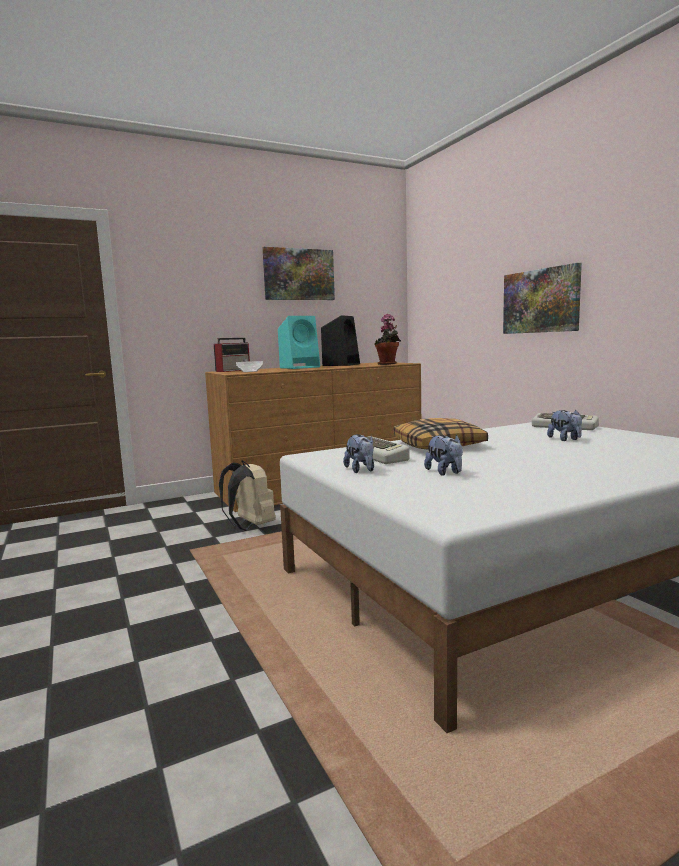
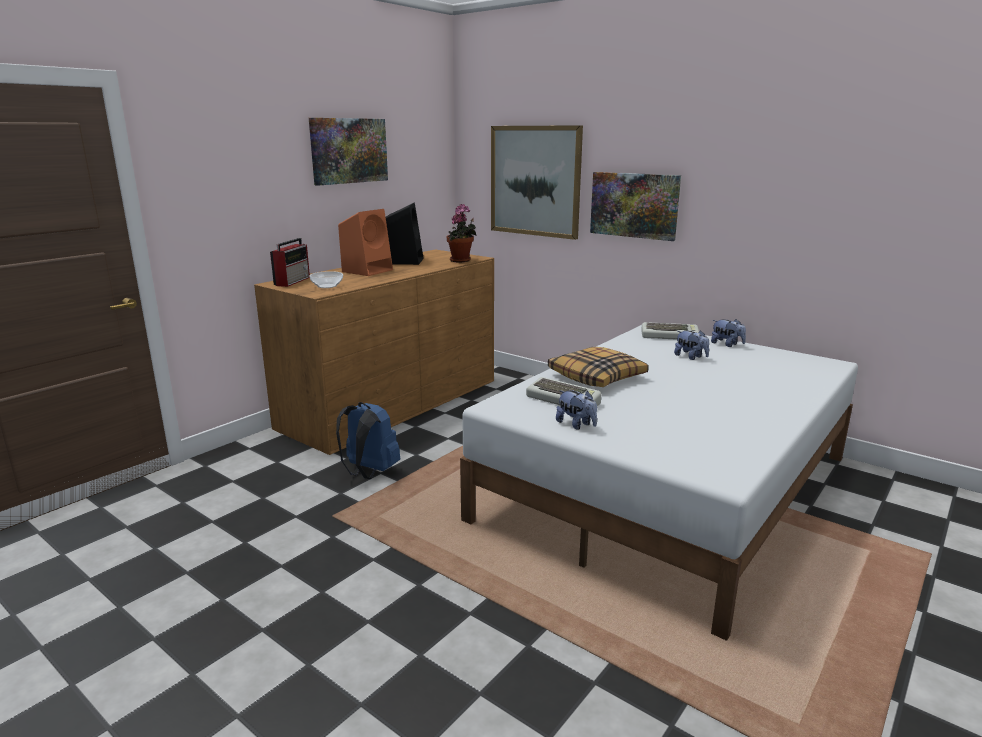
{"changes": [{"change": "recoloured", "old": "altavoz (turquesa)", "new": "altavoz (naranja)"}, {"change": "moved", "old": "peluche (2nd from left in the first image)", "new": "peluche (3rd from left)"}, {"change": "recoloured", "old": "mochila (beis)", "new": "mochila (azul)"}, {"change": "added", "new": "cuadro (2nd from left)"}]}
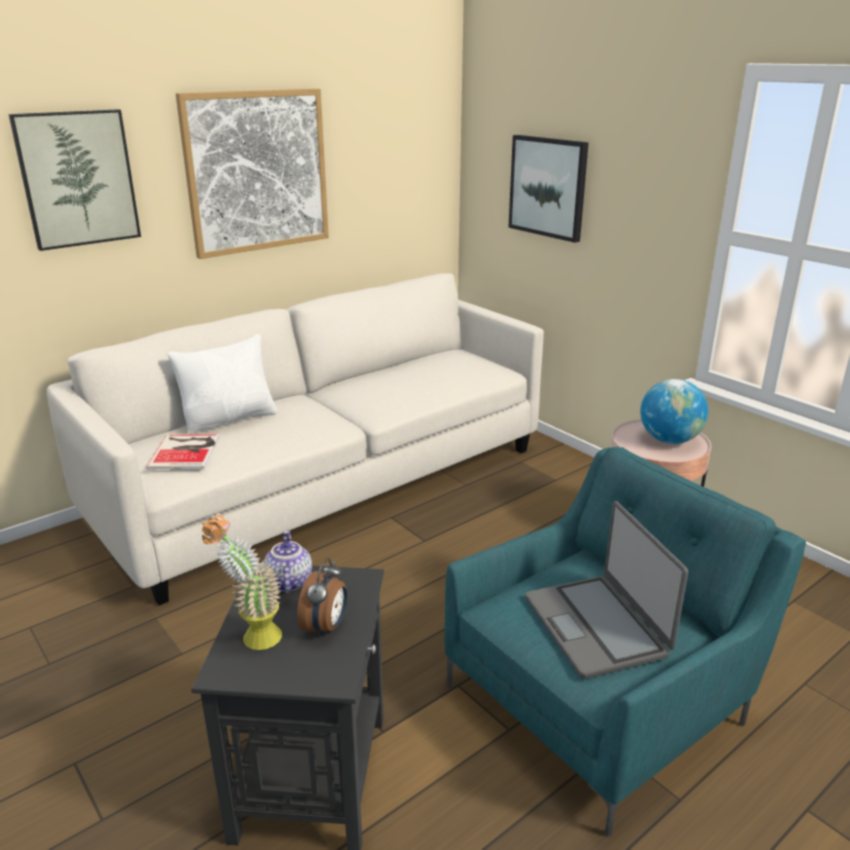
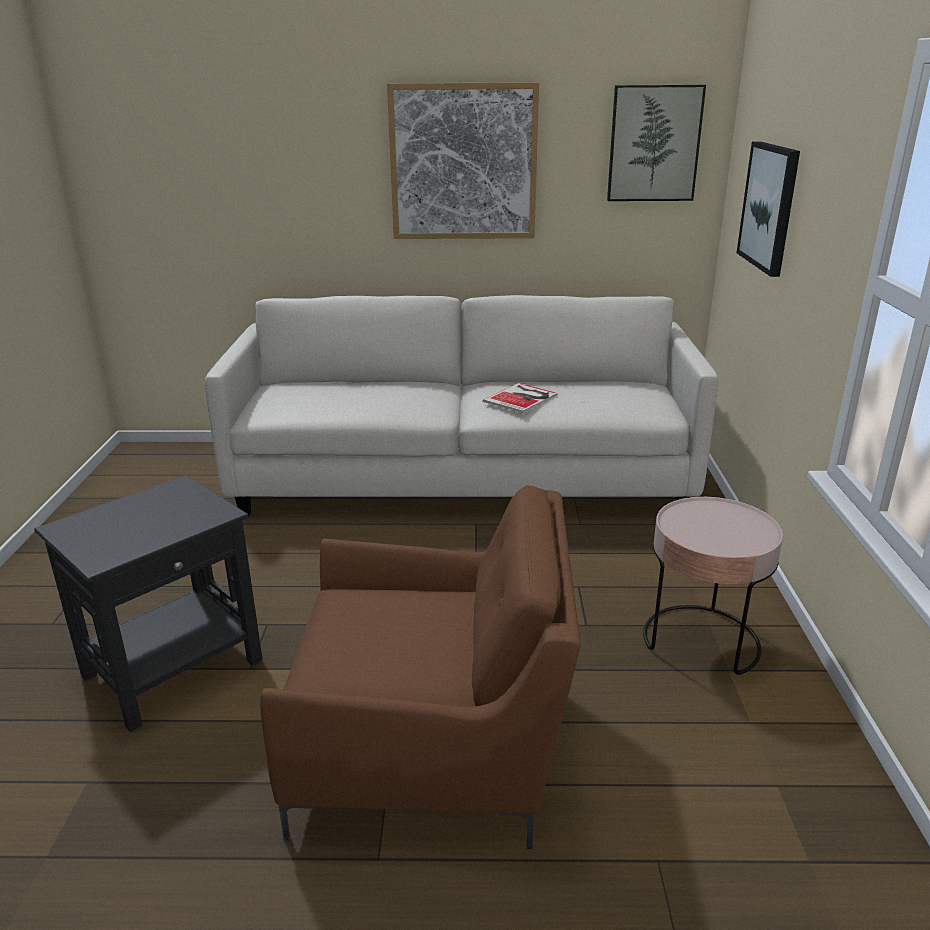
{"changes": [{"change": "moved", "old": "cuadro (1st from left in the first image)", "new": "cuadro (2nd from left)"}, {"change": "removed", "old": "cojín (blanco)"}, {"change": "removed", "old": "globo terráqueo"}, {"change": "moved", "old": "libro"}, {"change": "recoloured", "old": "sillón (turquesa)", "new": "sillón (marrón)"}, {"change": "removed", "old": "portátil"}, {"change": "removed", "old": "planta en maceta"}, {"change": "removed", "old": "tetera"}, {"change": "removed", "old": "despertador"}]}
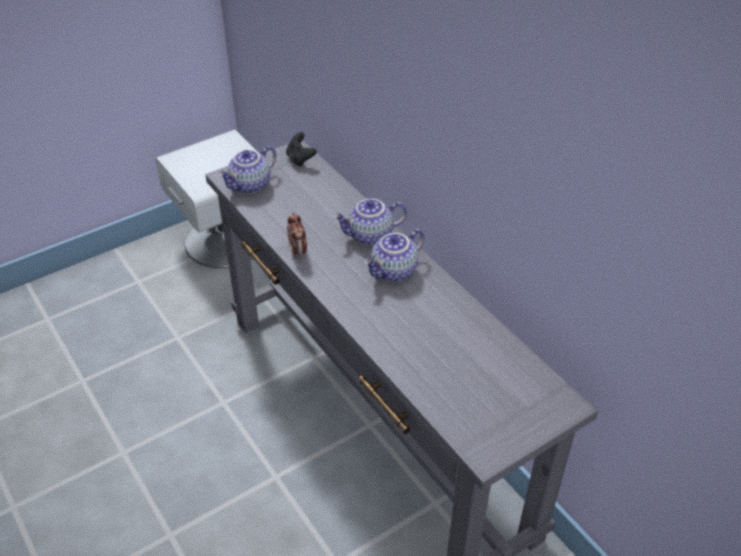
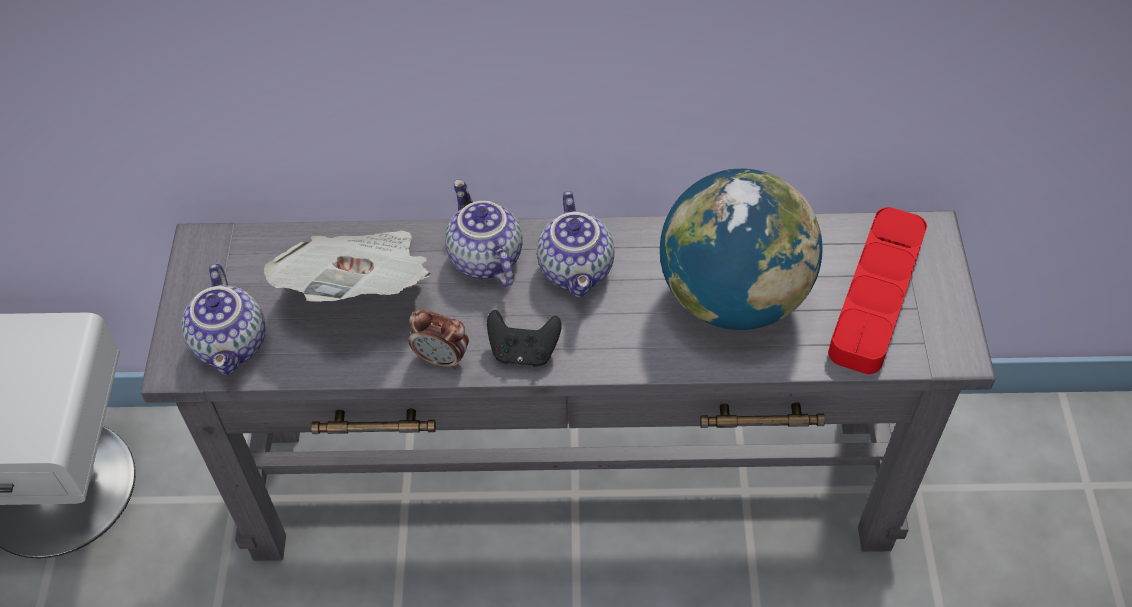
{"changes": [{"change": "moved", "old": "mando de consola (negro)"}, {"change": "turned", "old": "tetera (2nd from left)", "degrees": 135}, {"change": "added", "new": "globo terráqueo"}, {"change": "added", "new": "bandeja (rojo)"}, {"change": "added", "new": "periódico"}]}
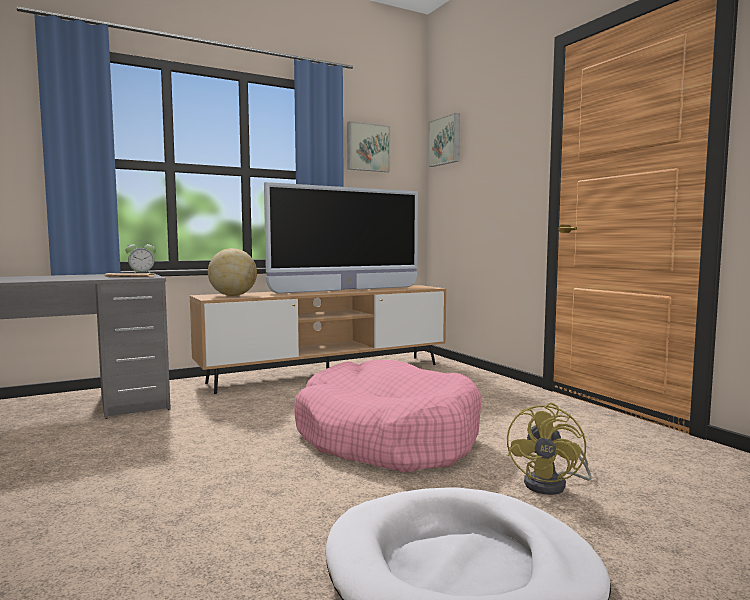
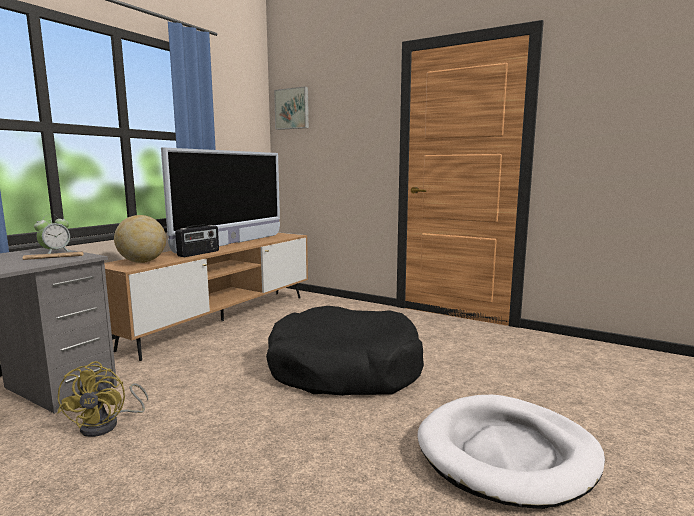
{"changes": [{"change": "removed", "old": "cuadro (1st from left)"}, {"change": "recoloured", "old": "cama para perro (rosa)", "new": "cama para perro (negro)"}, {"change": "moved", "old": "ventilador (amarillo)"}, {"change": "added", "new": "radio"}]}
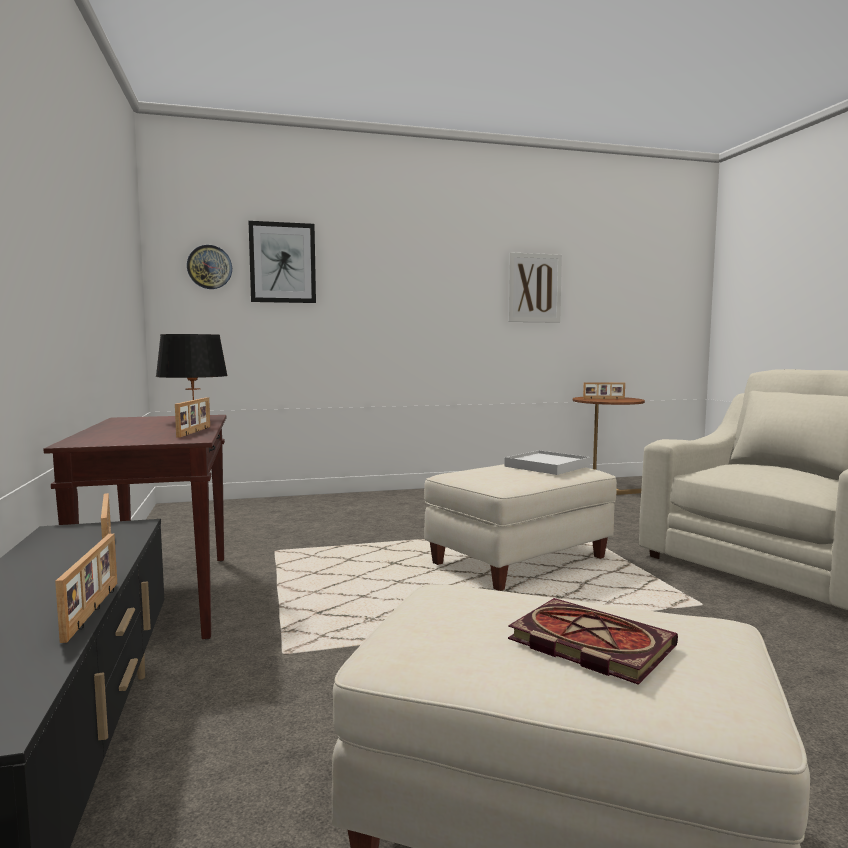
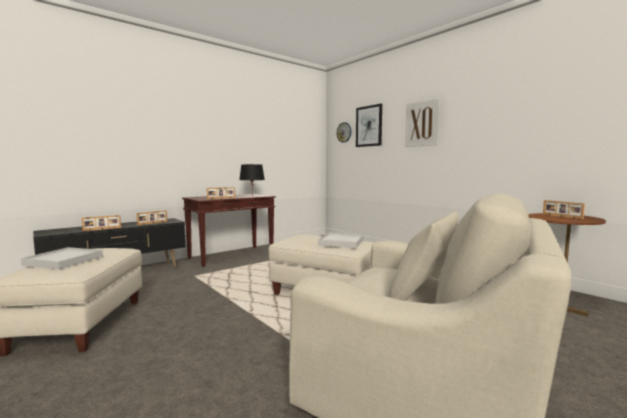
{"changes": [{"change": "moved", "old": "cuadro (2nd from left)"}, {"change": "replaced", "old": "libro", "new": "bandeja (blanco) (1st from left)"}]}
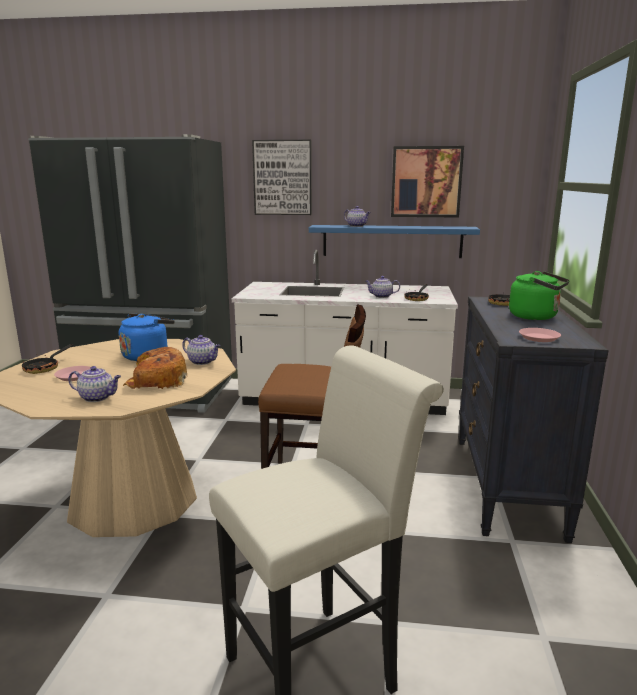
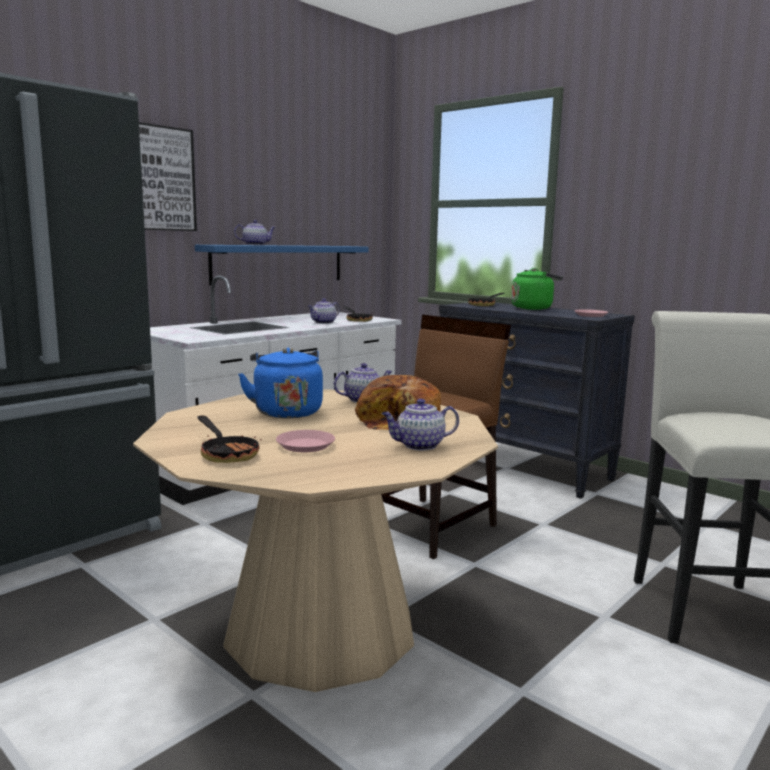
{"changes": [{"change": "removed", "old": "cuadro (2nd from left)"}, {"change": "turned", "old": "tetera (1st from left in the first image)", "degrees": -150}]}
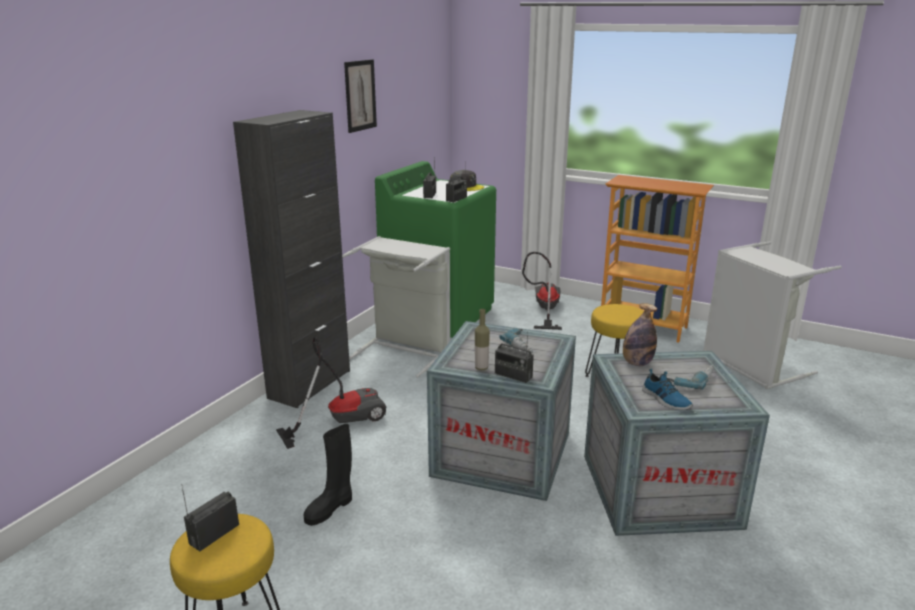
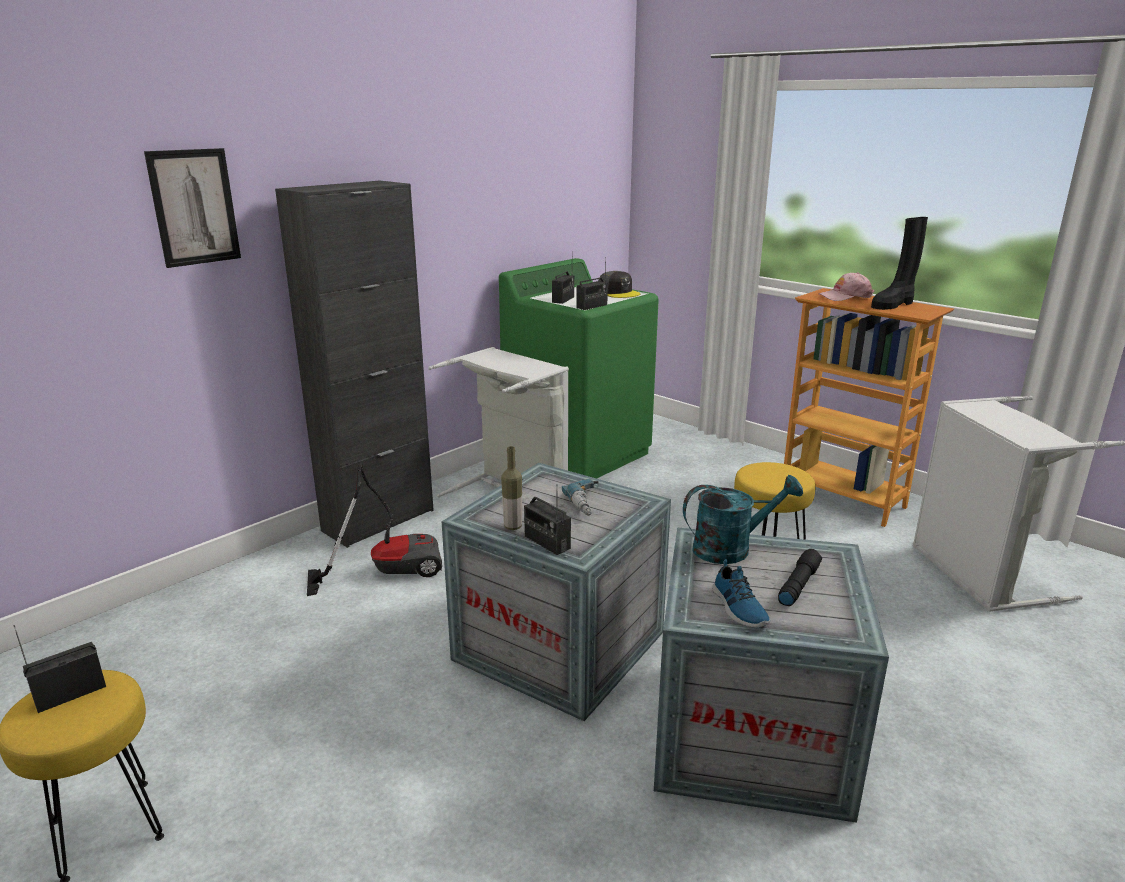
{"changes": [{"change": "moved", "old": "cuadro"}, {"change": "removed", "old": "aspiradora (2nd from left)"}, {"change": "replaced", "old": "botella (2nd from left)", "new": "regadera (turquesa)"}, {"change": "replaced", "old": "taladro (2nd from left)", "new": "linterna (negro)"}, {"change": "moved", "old": "bota (negro)"}, {"change": "added", "new": "gorra (rosa)"}]}
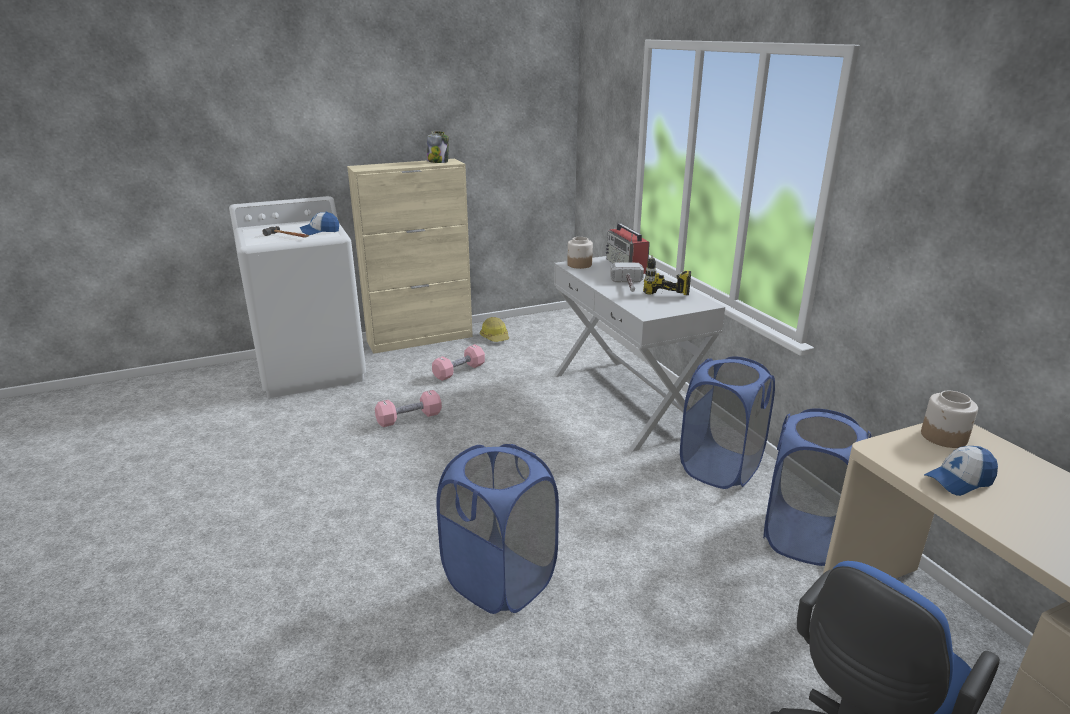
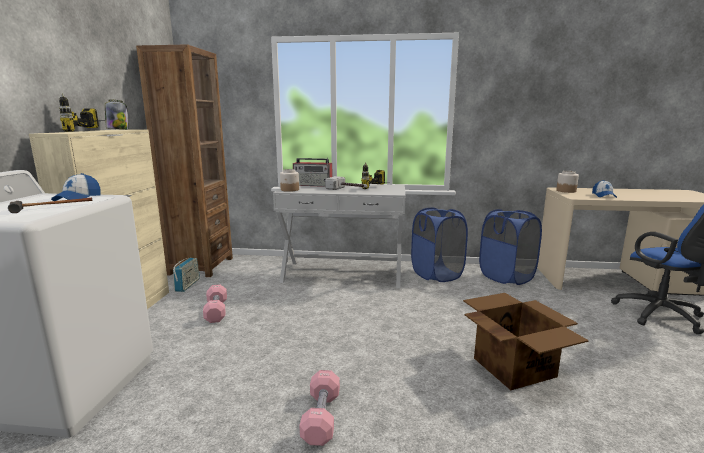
{"changes": [{"change": "replaced", "old": "casco", "new": "radio (1st from left)"}, {"change": "moved", "old": "mancuerna (rosa) (1st from left in the first image)", "new": "mancuerna (rosa) (2nd from left)"}, {"change": "replaced", "old": "cesto de la ropa (azul) (1st from left)", "new": "caja de cartón"}, {"change": "added", "new": "estantería (marrón)"}, {"change": "added", "new": "taladro (1st from left)"}]}
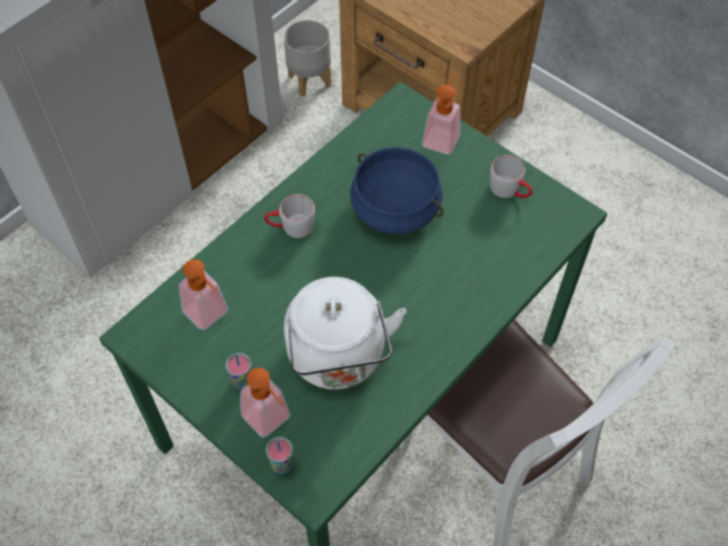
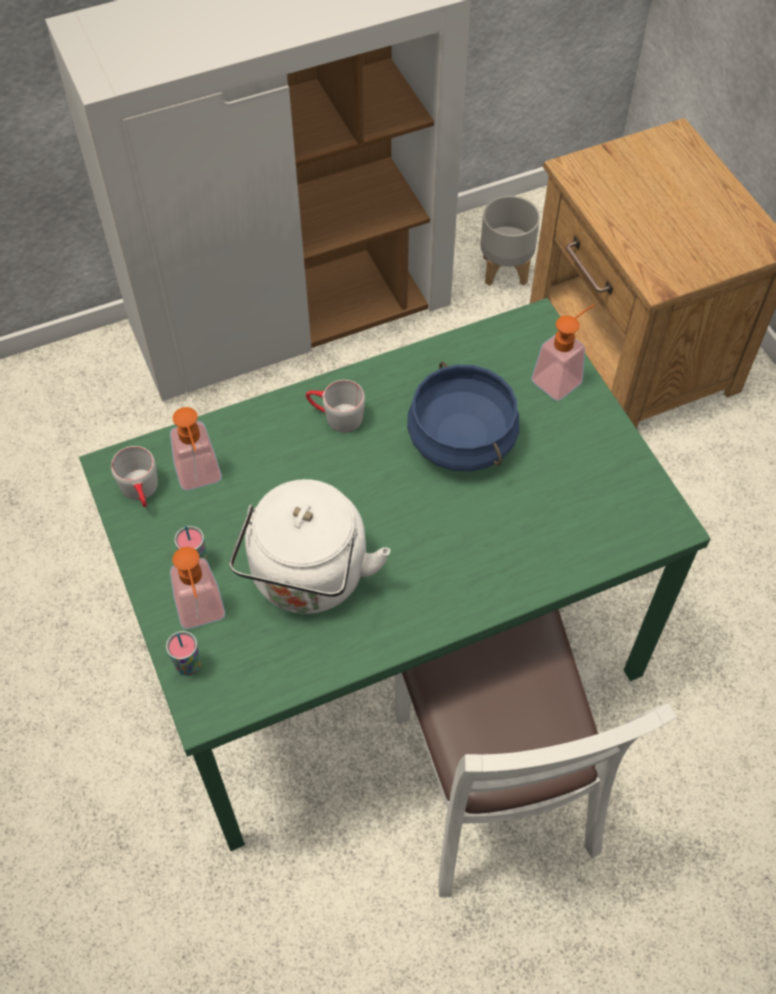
{"changes": [{"change": "moved", "old": "taza grande (gris) (2nd from left in the first image)", "new": "taza grande (gris) (1st from left)"}]}
